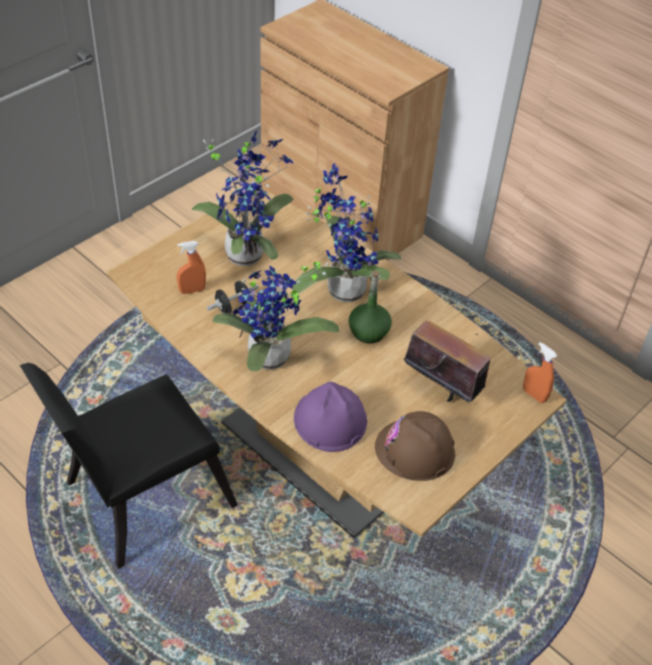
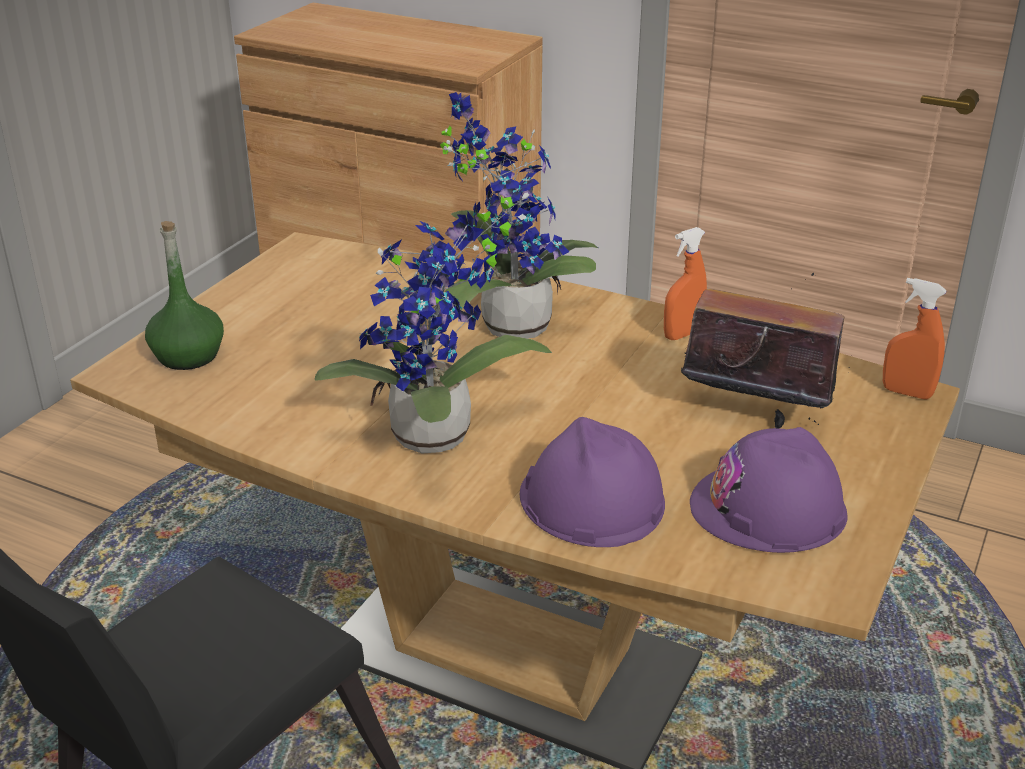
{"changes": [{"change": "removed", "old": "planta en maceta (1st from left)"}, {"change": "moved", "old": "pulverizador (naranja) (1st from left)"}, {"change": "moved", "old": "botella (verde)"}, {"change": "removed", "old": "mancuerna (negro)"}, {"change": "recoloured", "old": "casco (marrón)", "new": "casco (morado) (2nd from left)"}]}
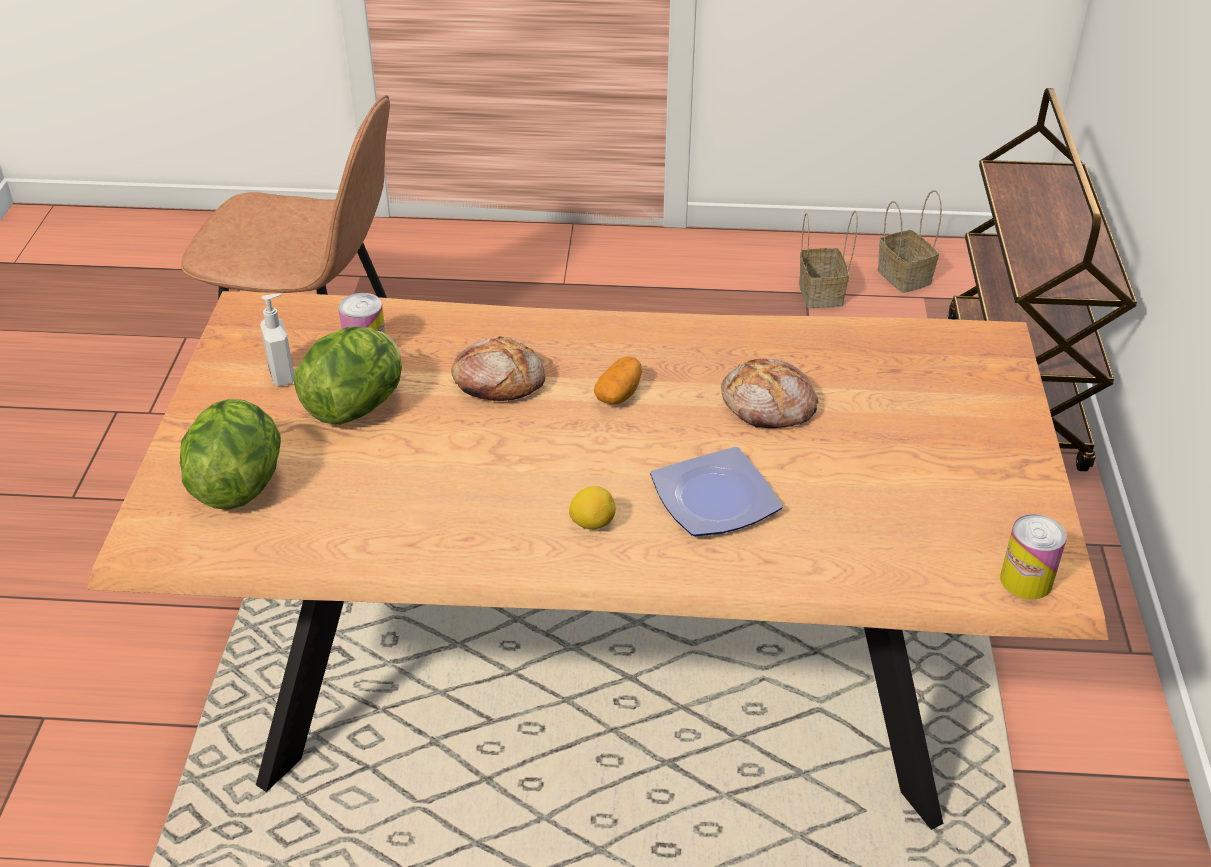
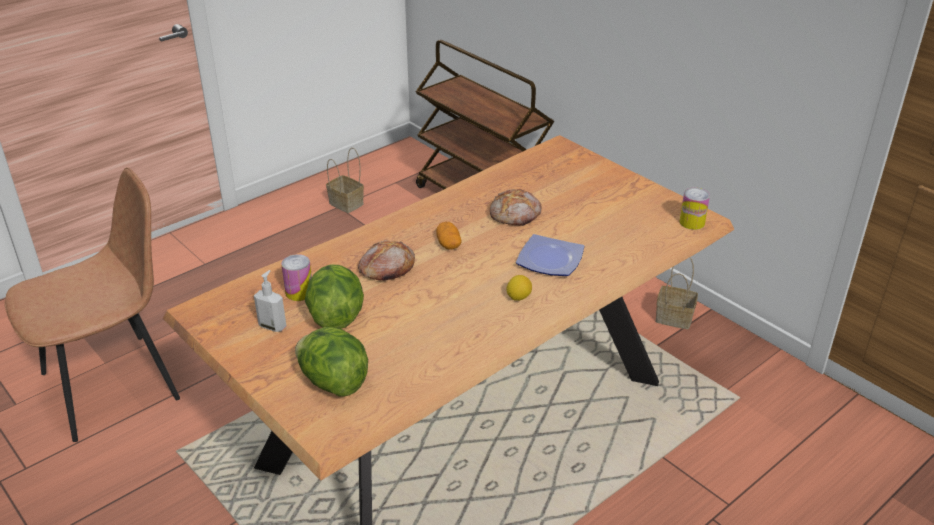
{"changes": [{"change": "moved", "old": "cesta (2nd from left)"}]}
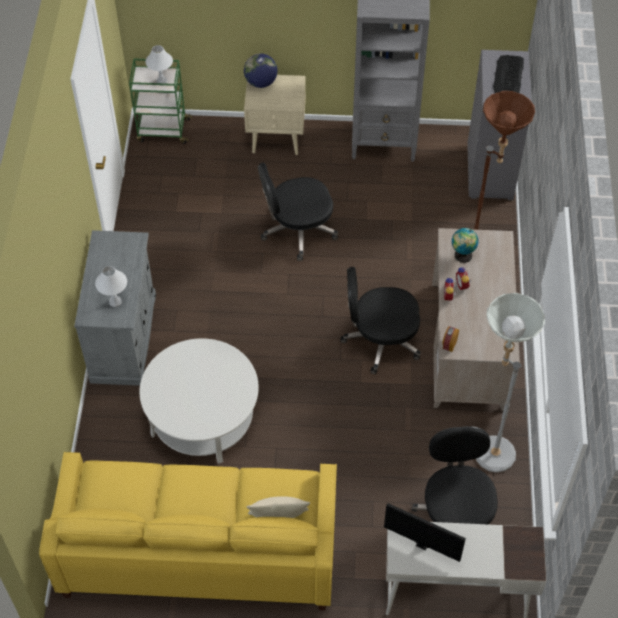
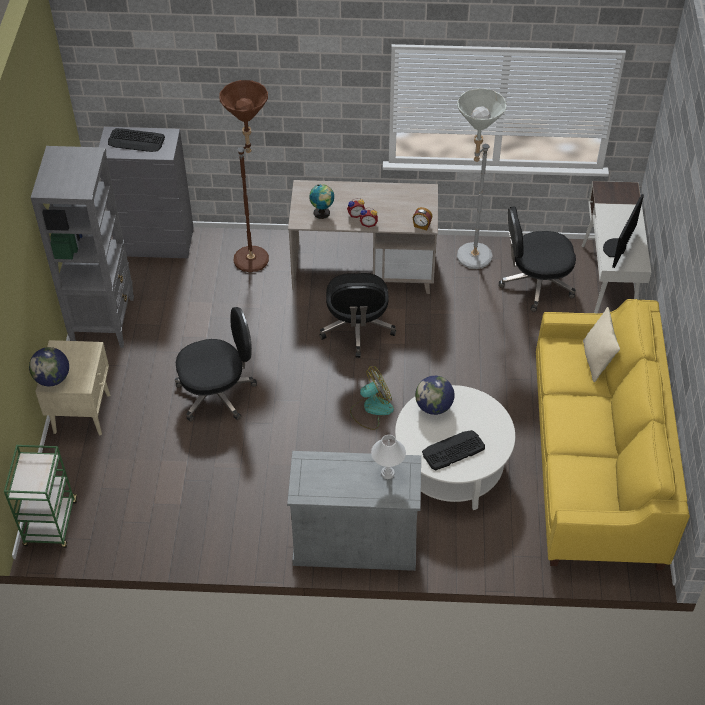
{"changes": [{"change": "removed", "old": "lámpara de mesa (blanco) (2nd from left)"}, {"change": "turned", "old": "silla de oficina (negro) (1st from left)", "degrees": -90}, {"change": "added", "new": "ventilador"}, {"change": "added", "new": "globo terráqueo (3rd from left)"}, {"change": "added", "new": "teclado (2nd from left)"}]}
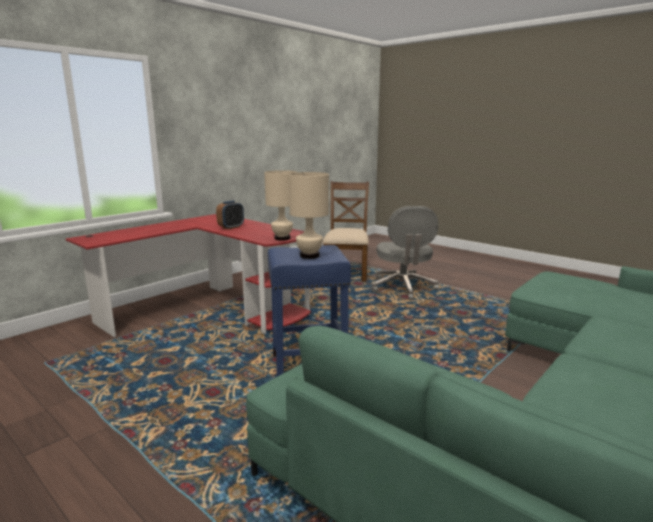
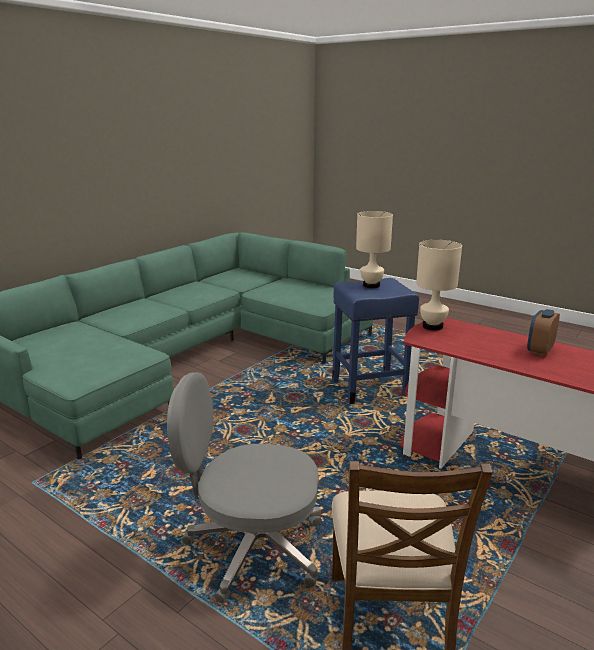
{"changes": [{"change": "turned", "old": "silla de oficina (gris)", "degrees": -75}]}
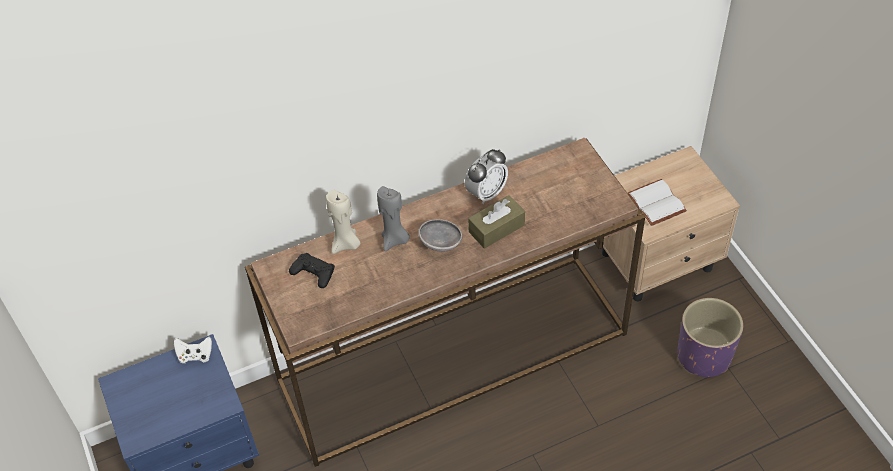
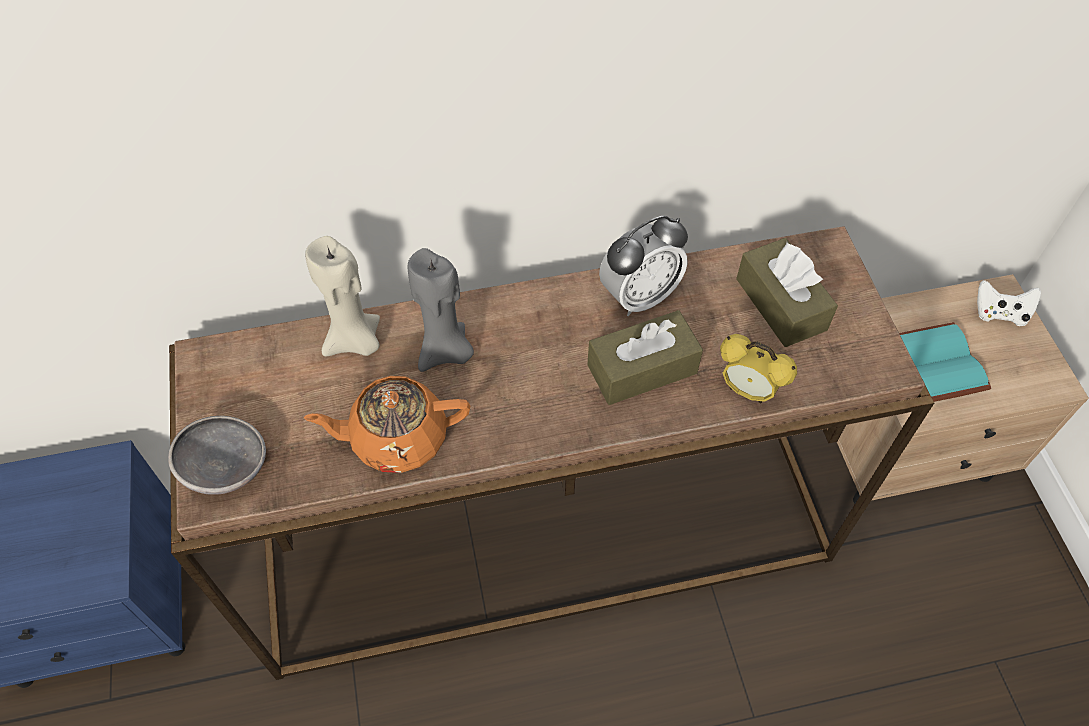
{"changes": [{"change": "recoloured", "old": "libro (blanco)", "new": "libro (turquesa)"}, {"change": "moved", "old": "cuenco (gris)"}, {"change": "removed", "old": "mando de consola (negro)"}, {"change": "removed", "old": "maceta (morado)"}, {"change": "moved", "old": "mando de consola (blanco)"}, {"change": "added", "new": "caja de pañuelos (marrón) (2nd from left)"}, {"change": "added", "new": "despertador (2nd from left)"}, {"change": "added", "new": "tetera (naranja)"}]}
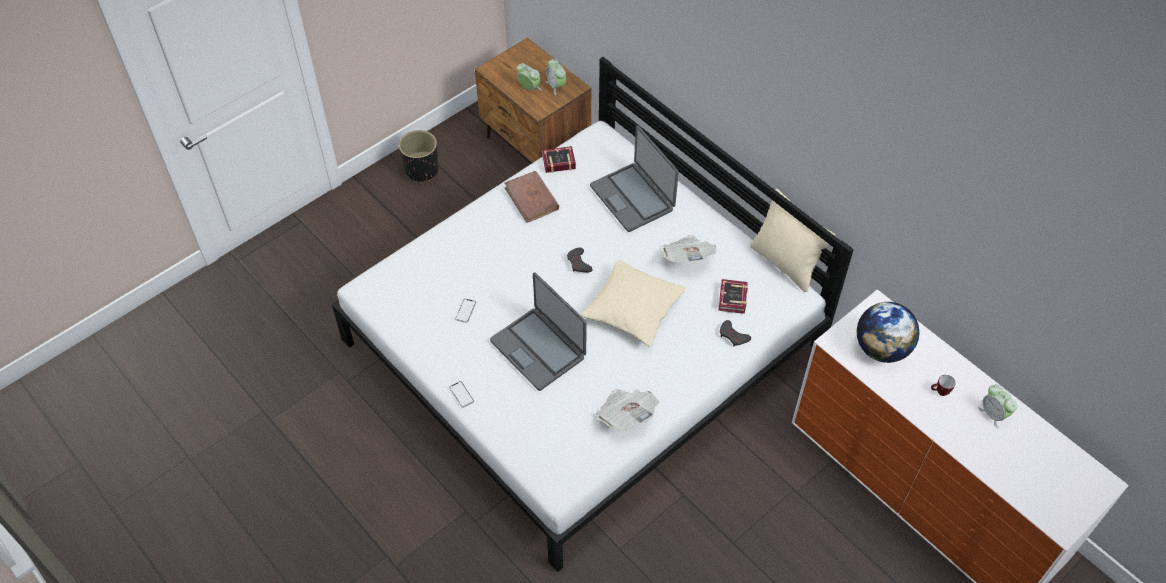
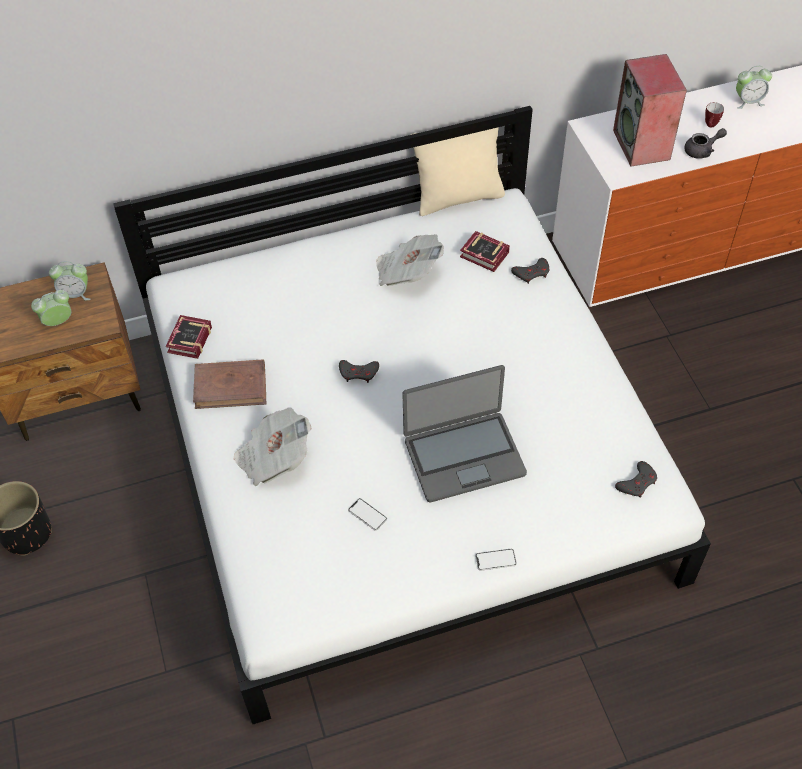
{"changes": [{"change": "removed", "old": "portátil (2nd from left)"}, {"change": "removed", "old": "cojín (beis) (1st from left)"}, {"change": "replaced", "old": "globo terráqueo", "new": "altavoz"}, {"change": "moved", "old": "periódico (1st from left)"}, {"change": "added", "new": "tetera (gris)"}, {"change": "added", "new": "mando de consola (gris) (3rd from left)"}]}
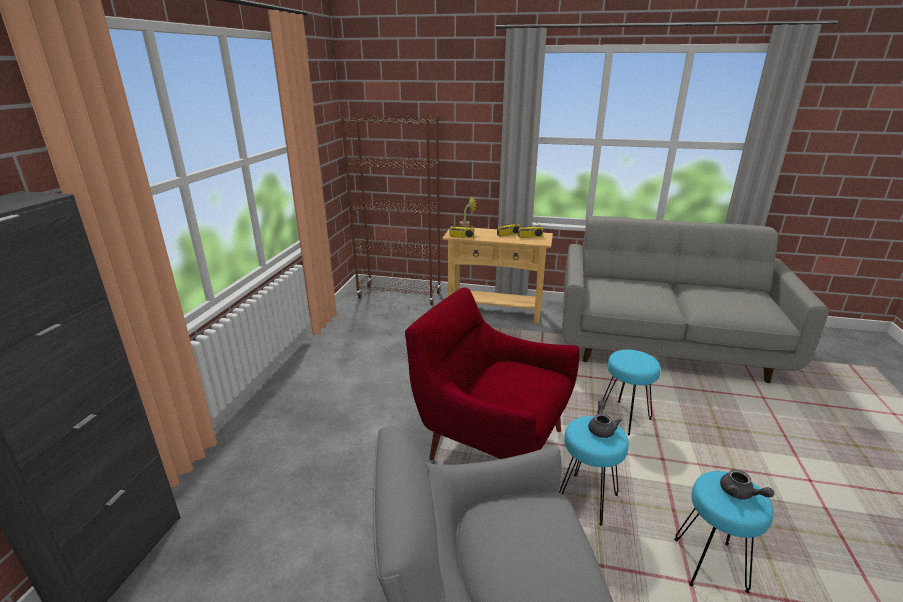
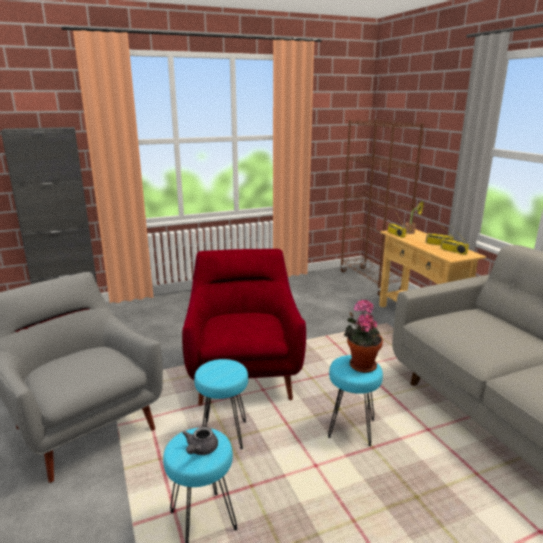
{"changes": [{"change": "removed", "old": "tetera (gris) (1st from left)"}, {"change": "added", "new": "planta en maceta (1st from left)"}]}
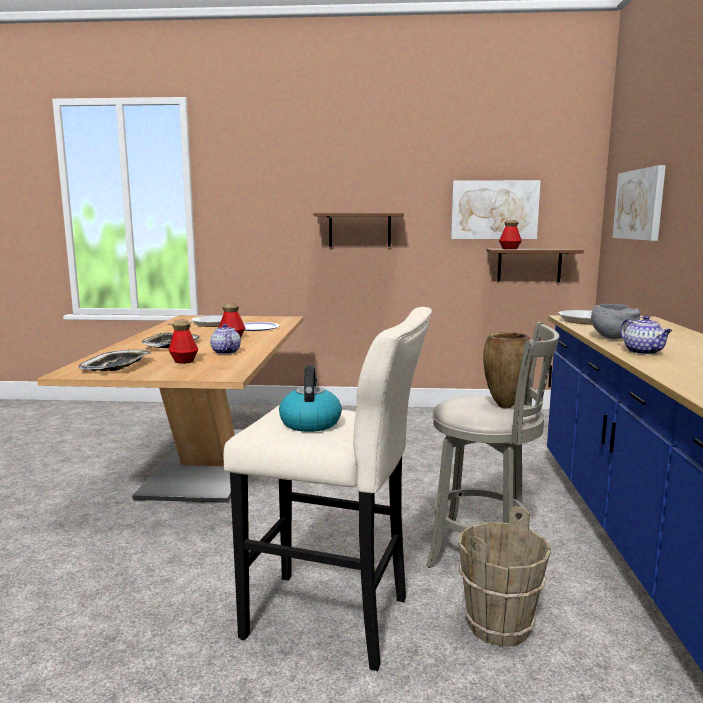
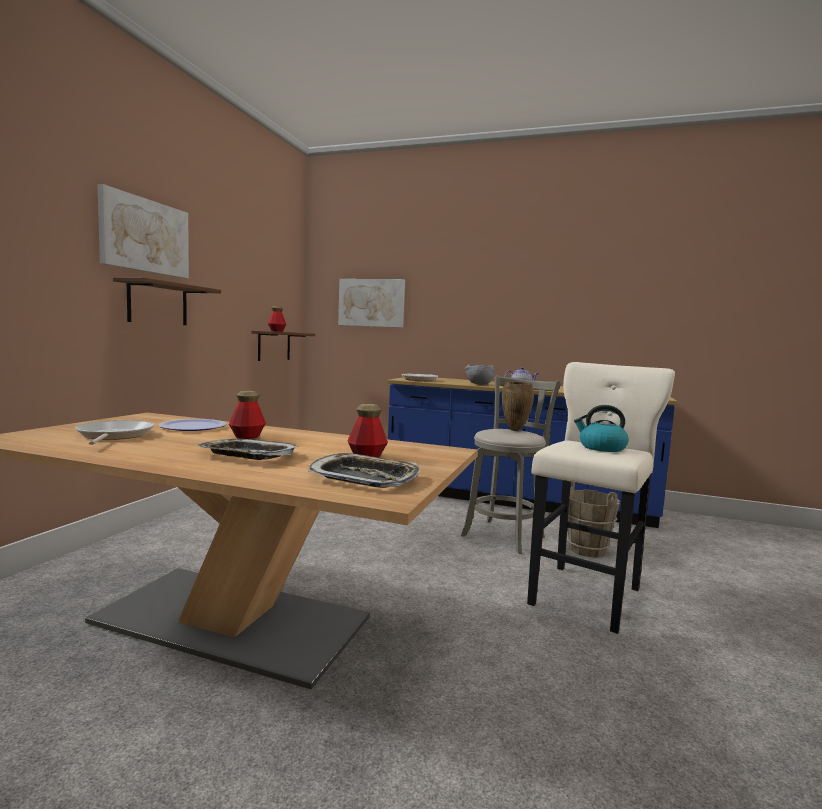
{"changes": [{"change": "moved", "old": "cuadro (1st from left)"}, {"change": "removed", "old": "tetera (1st from left)"}]}
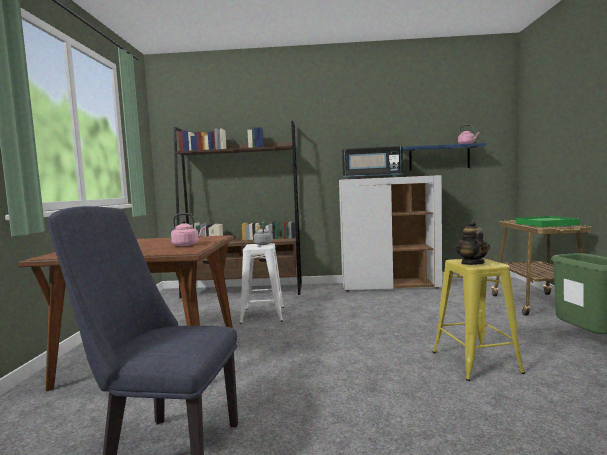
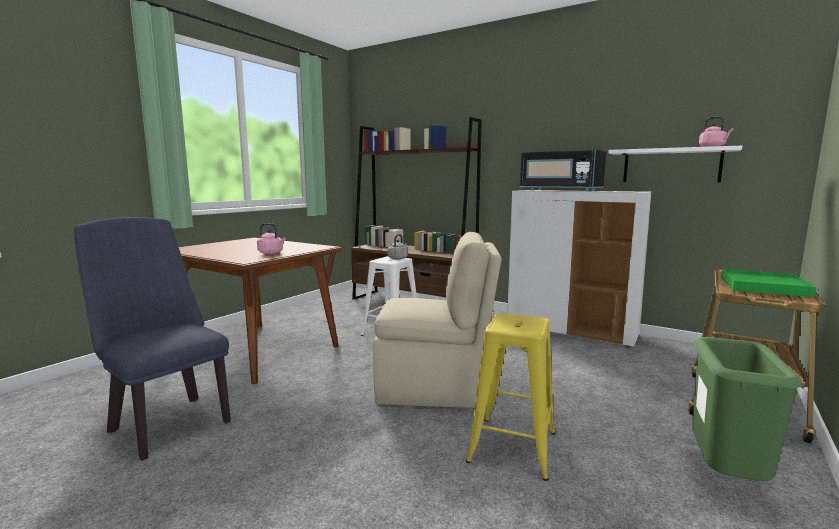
{"changes": [{"change": "recoloured", "old": "estante (azul)", "new": "estante (blanco)"}, {"change": "removed", "old": "tetera"}, {"change": "added", "new": "silla (beis)"}]}
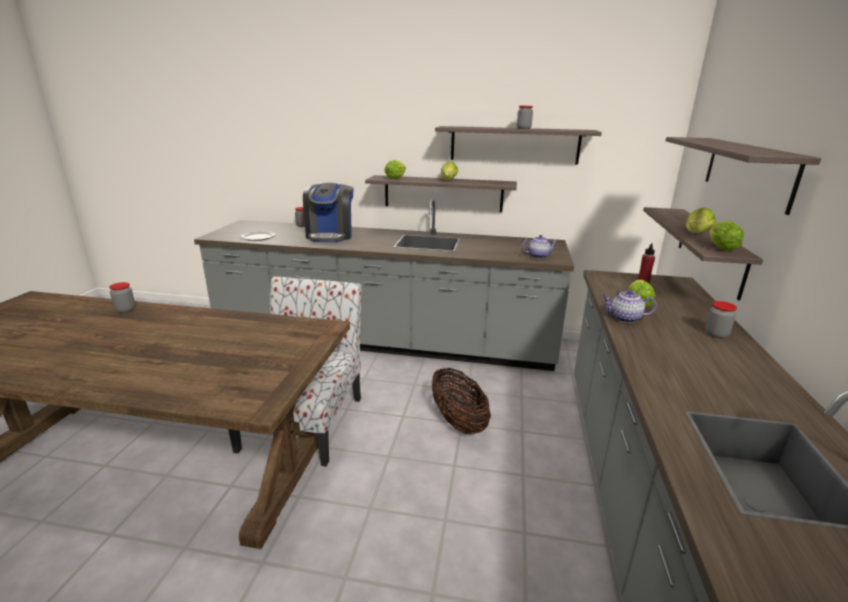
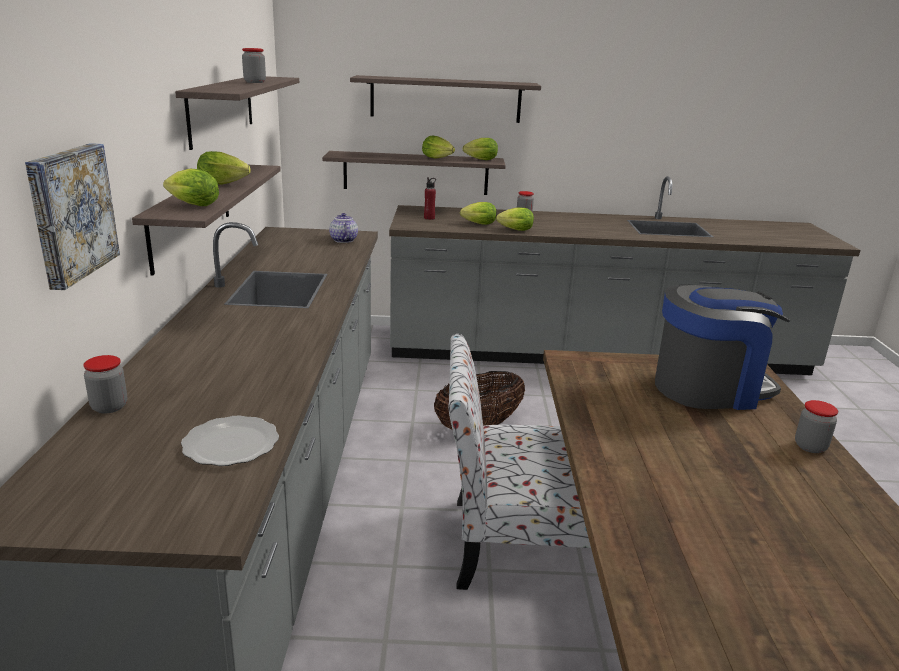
{"changes": [{"change": "moved", "old": "cafetera"}, {"change": "moved", "old": "tarro (1st from left in the first image)", "new": "tarro (4th from left)"}, {"change": "replaced", "old": "tetera (2nd from left)", "new": "lechuga (6th from left)"}, {"change": "added", "new": "cuadro"}]}
